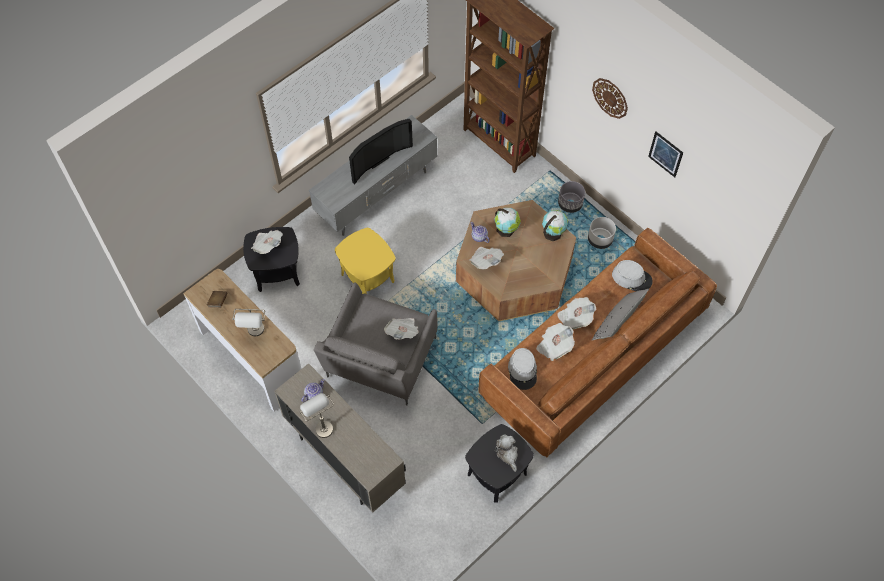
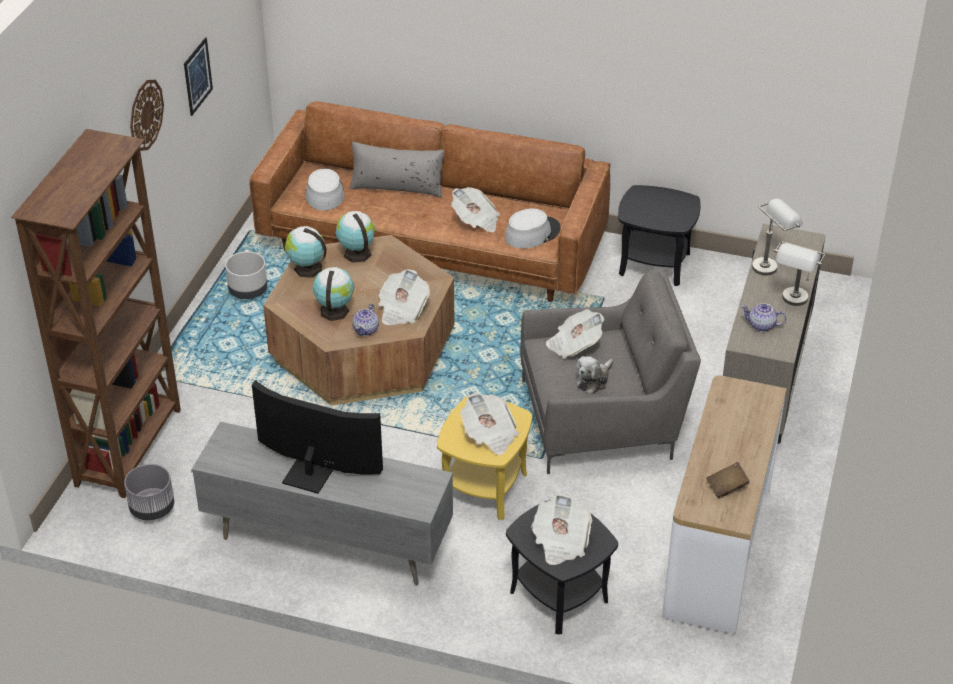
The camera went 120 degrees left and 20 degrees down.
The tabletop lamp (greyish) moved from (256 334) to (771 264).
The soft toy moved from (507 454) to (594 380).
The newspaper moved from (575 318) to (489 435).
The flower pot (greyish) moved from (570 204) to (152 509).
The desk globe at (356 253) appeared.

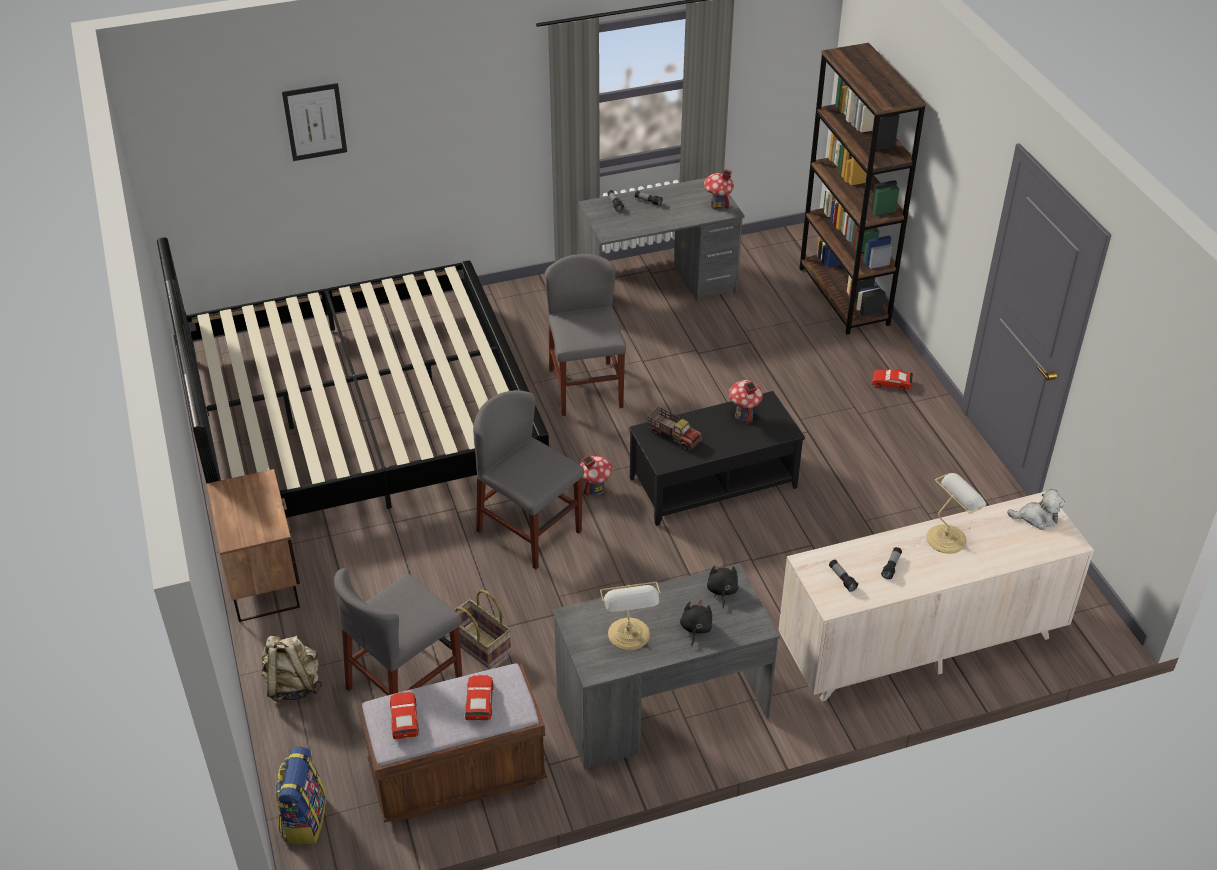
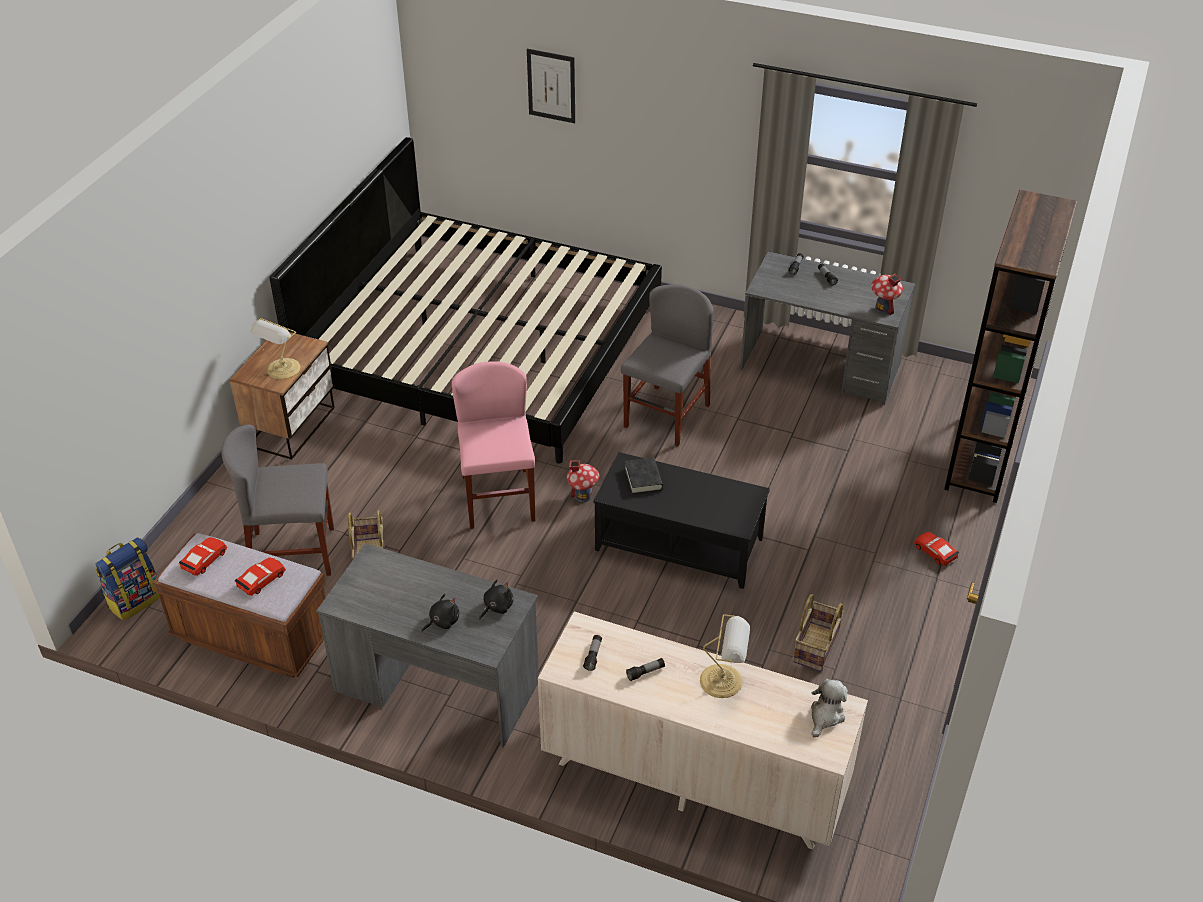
The camera went 40 degrees right and 0 degrees up.
The backpack (beige) at (293 684) disappeared.
The chair (greyish) at (529 531) became the chair (pinkish) at (498 498).
The tabletop lamp moved from (629 636) to (282 370).
The model truck at (674 436) was replaced by the book (blackish) at (643 478).
The toy house at (744 415) disappeared.
The soft toy at (1037 518) turned 105 degrees counterclockwise.
The storage basket at (816 647) appeared.

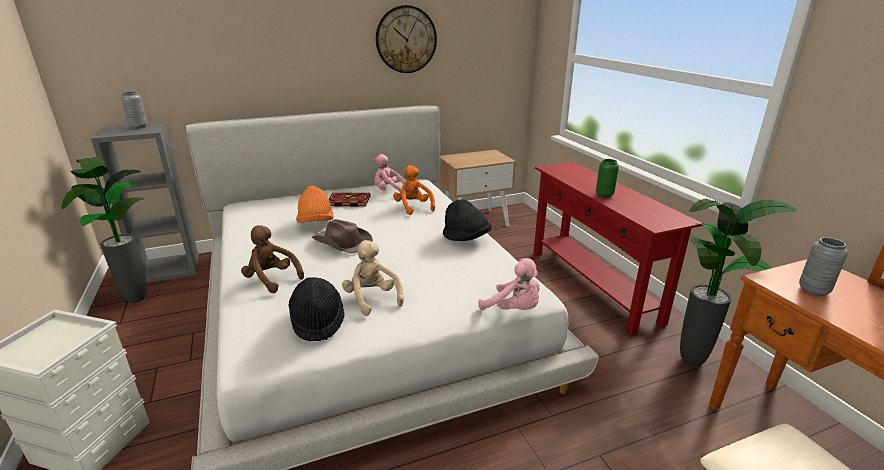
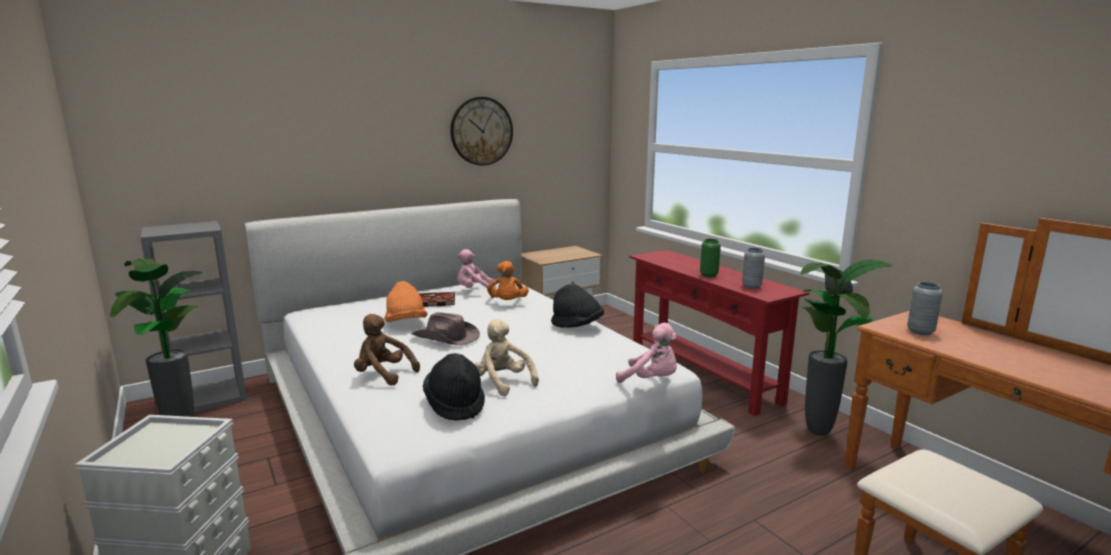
The camera went 10 degrees left and 10 degrees down.
The decorative vase (greyish) moved from (138 127) to (751 286).
The soft toy (orange) at (413 207) turned 150 degrees counterclockwise.

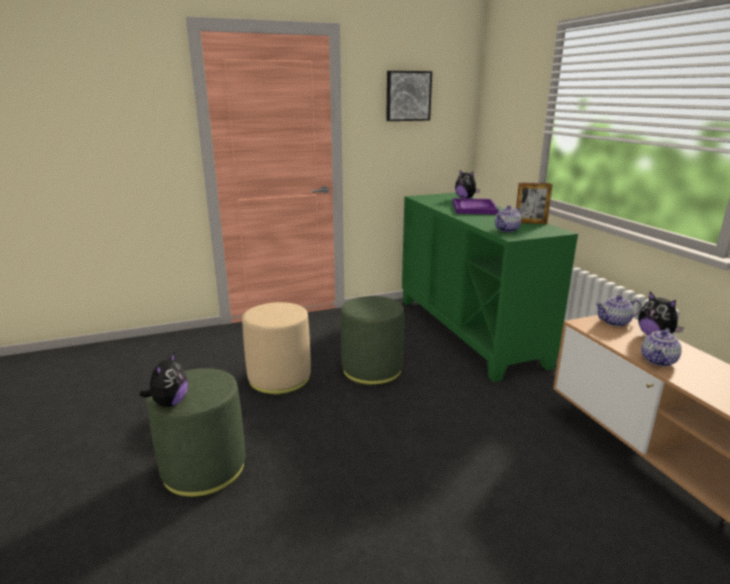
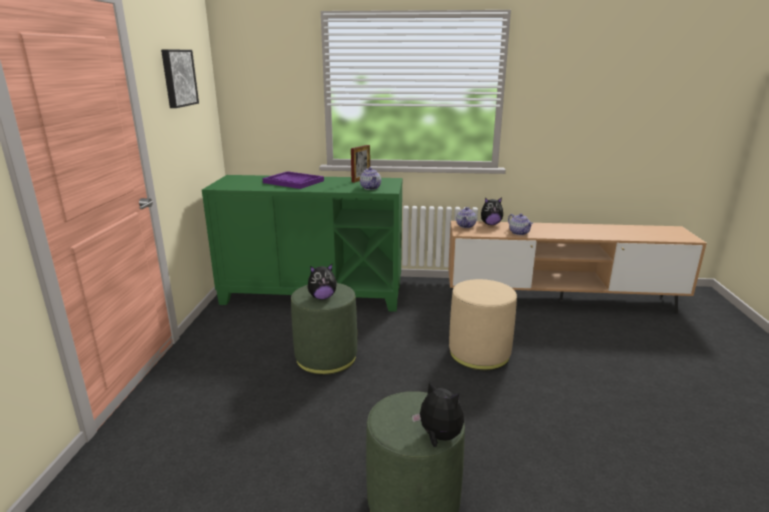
The camera went 65 degrees left and 0 degrees up.
The ottoman (beige) moved from (279 378) to (479 353).
The soft toy moved from (465 198) to (322 297).

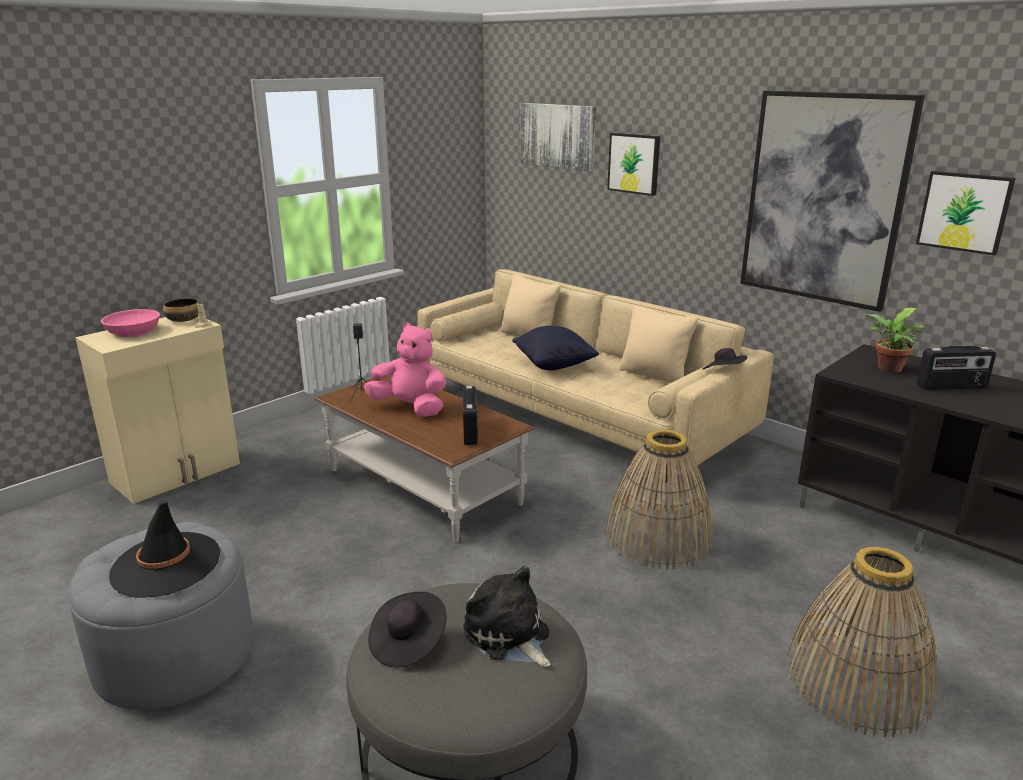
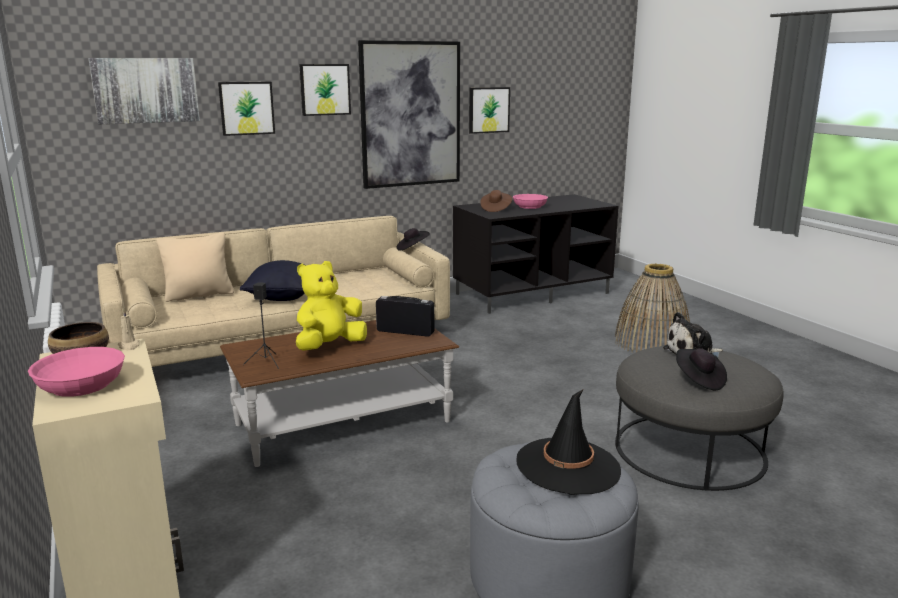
The camera went 70 degrees left and 5 degrees down.
The soft toy (pinkish) at (410 408) became the soft toy (yellow-coloured) at (329 346).
The storage basket at (658 538) disappeared.
The throw pillow (beige) at (654 375) disappeared.
The potted plant at (887 369) was replaced by the hat (brown) at (495 209).
The radio at (951 387) was replaced by the serving bowl (pinkish) at (530 206).
The picture at (324 89) appeared.

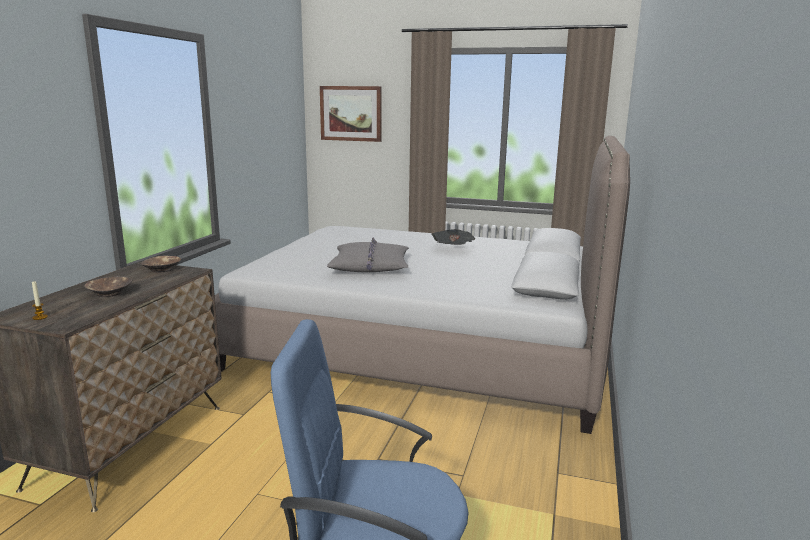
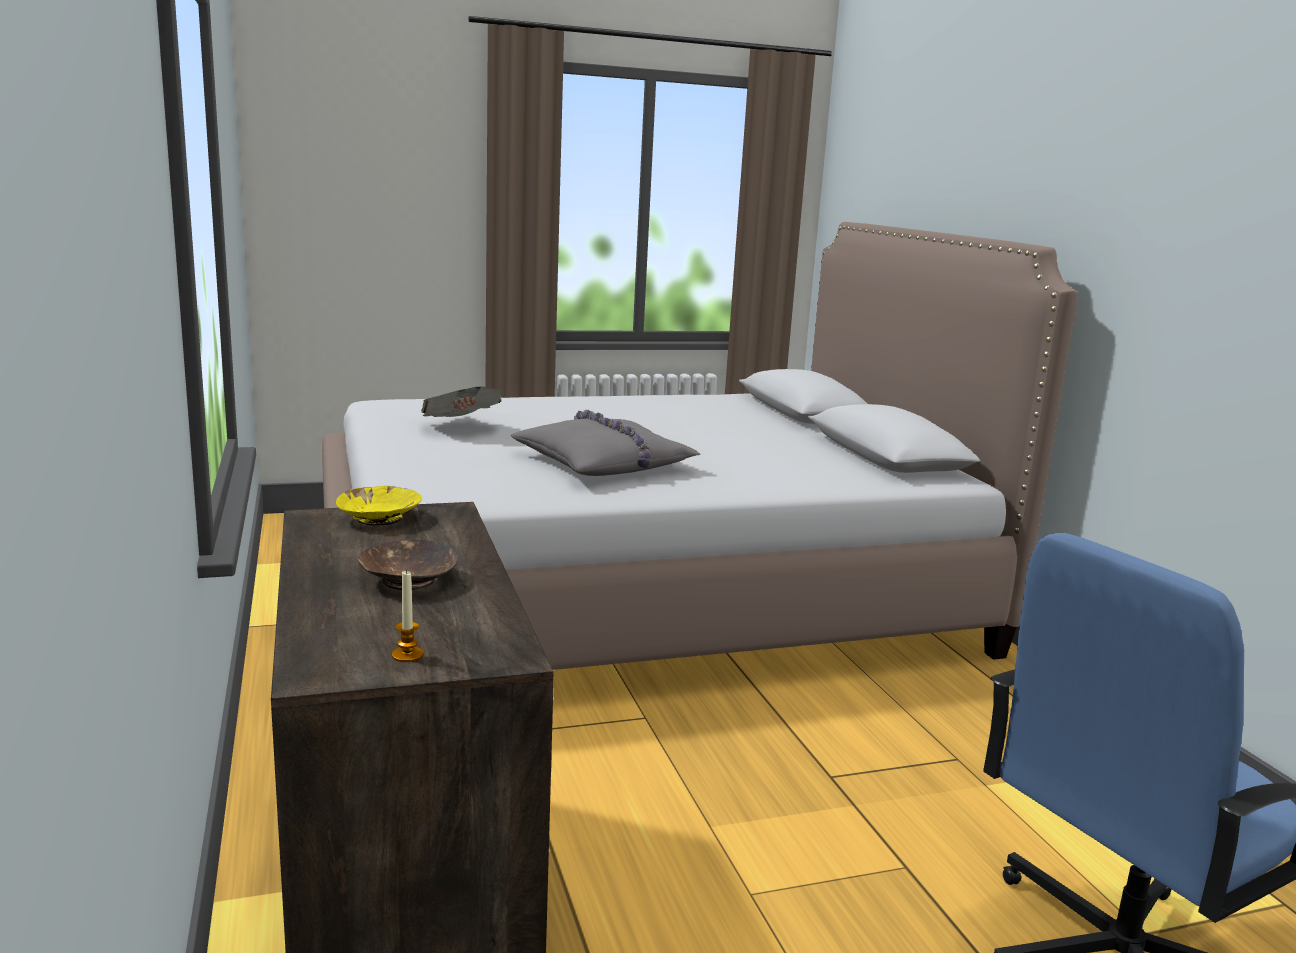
The camera went 35 degrees left and 0 degrees up.
The serving bowl (brown) at (162 269) became the serving bowl (yellow-coloured) at (380 518).
The picture at (351 113) disappeared.
The newspaper moved from (453 249) to (461 425).

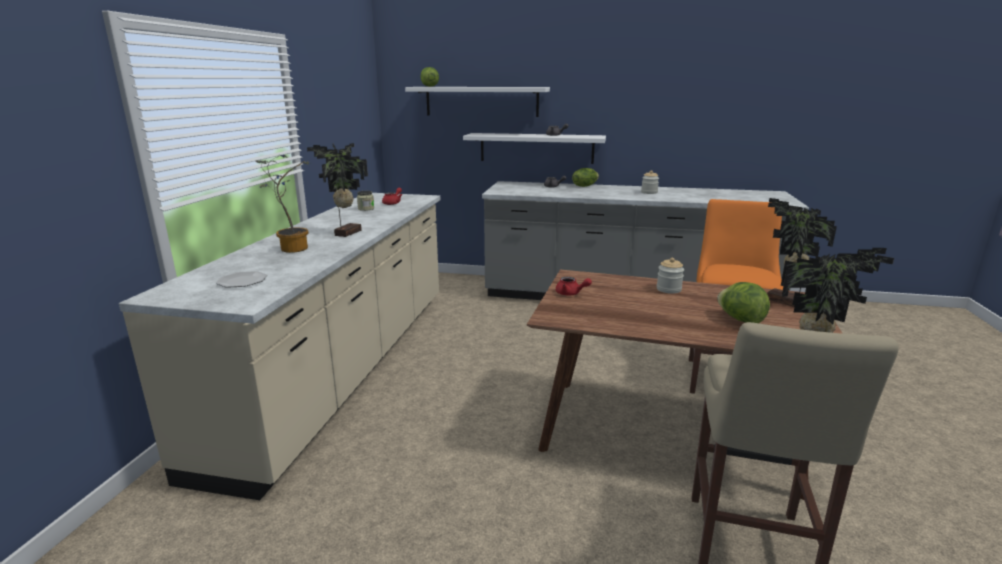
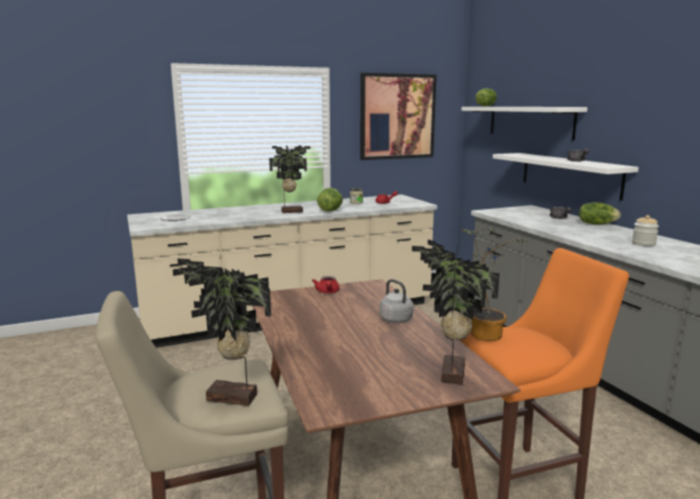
The camera went 55 degrees right and 5 degrees down.
The potted plant moved from (292 248) to (485 332).
The storage jar at (668 289) was replaced by the tea kettle (greyish) at (397 320).
The head of lettuce moved from (740 319) to (330 211).
The picture at (397 116) appeared.

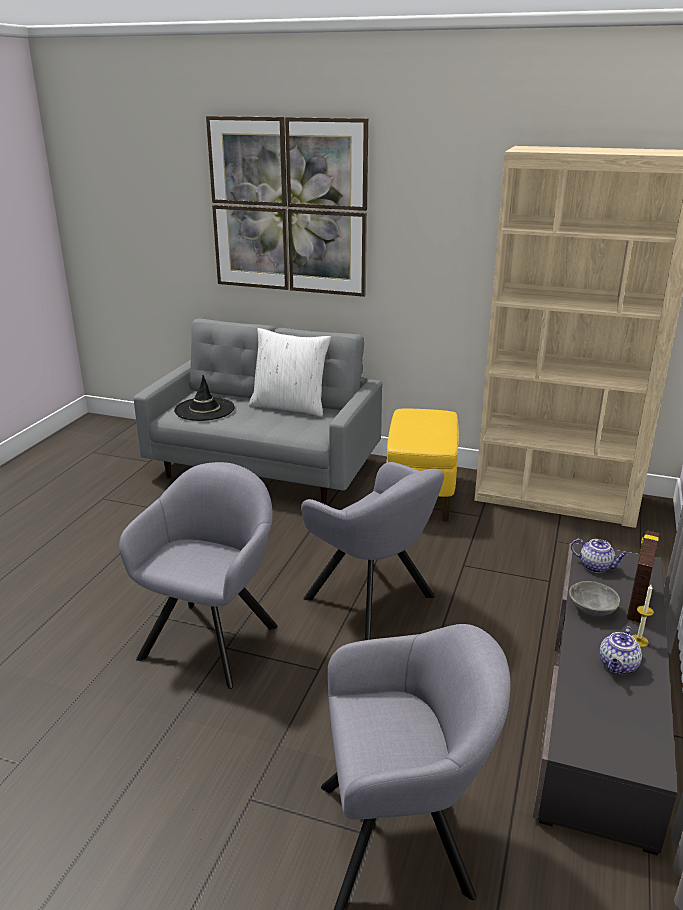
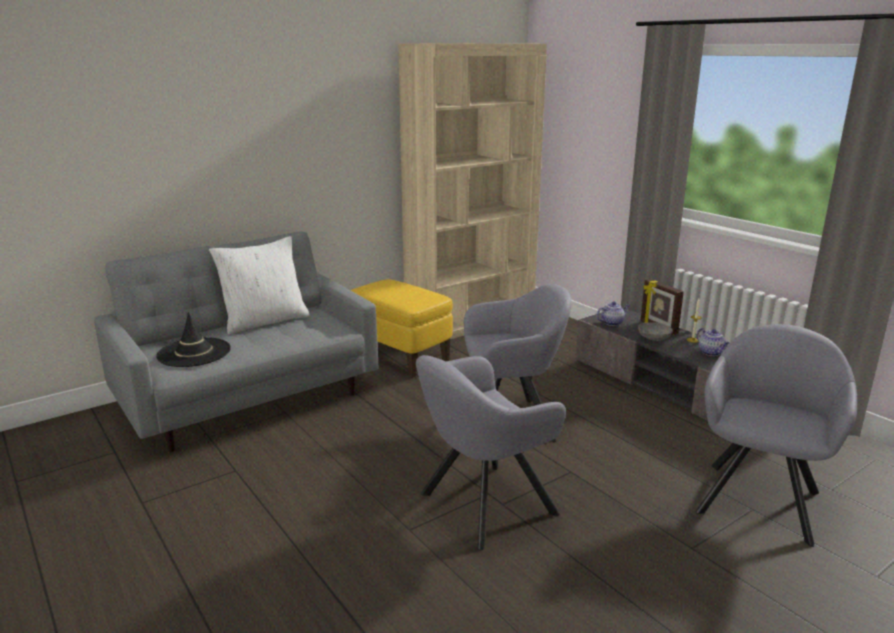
The camera went 55 degrees left and 5 degrees down.
The lounge chair (greyish) at (214 637) turned 90 degrees counterclockwise.
The picture at (288 207) disappeared.

